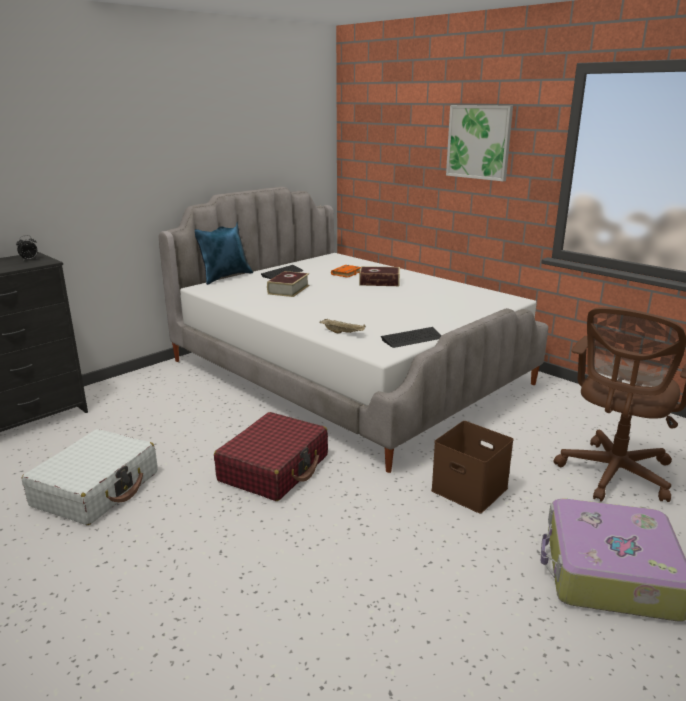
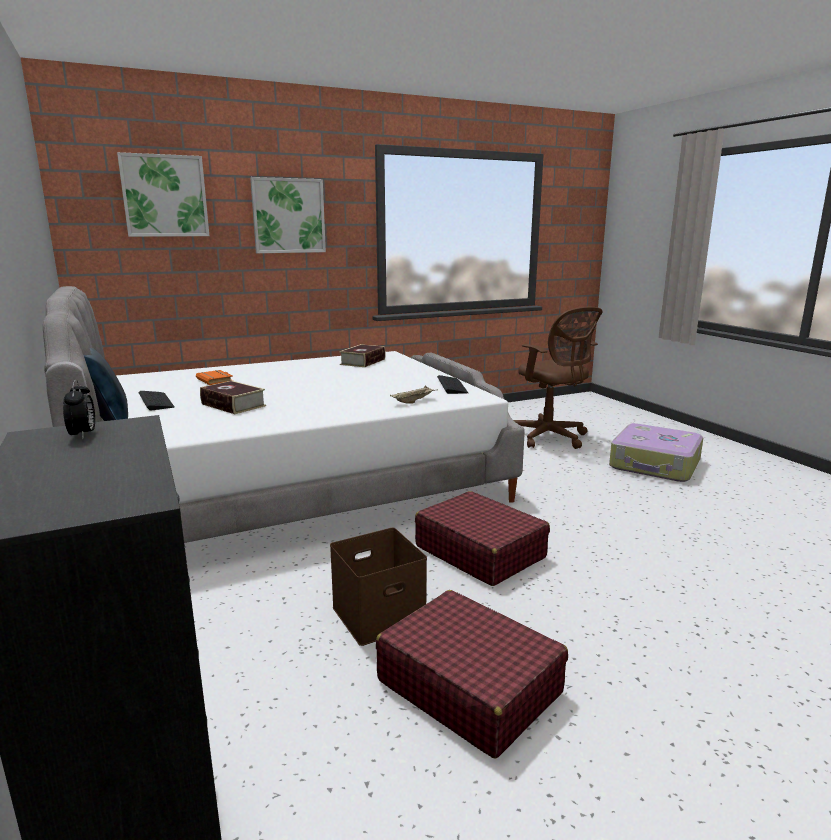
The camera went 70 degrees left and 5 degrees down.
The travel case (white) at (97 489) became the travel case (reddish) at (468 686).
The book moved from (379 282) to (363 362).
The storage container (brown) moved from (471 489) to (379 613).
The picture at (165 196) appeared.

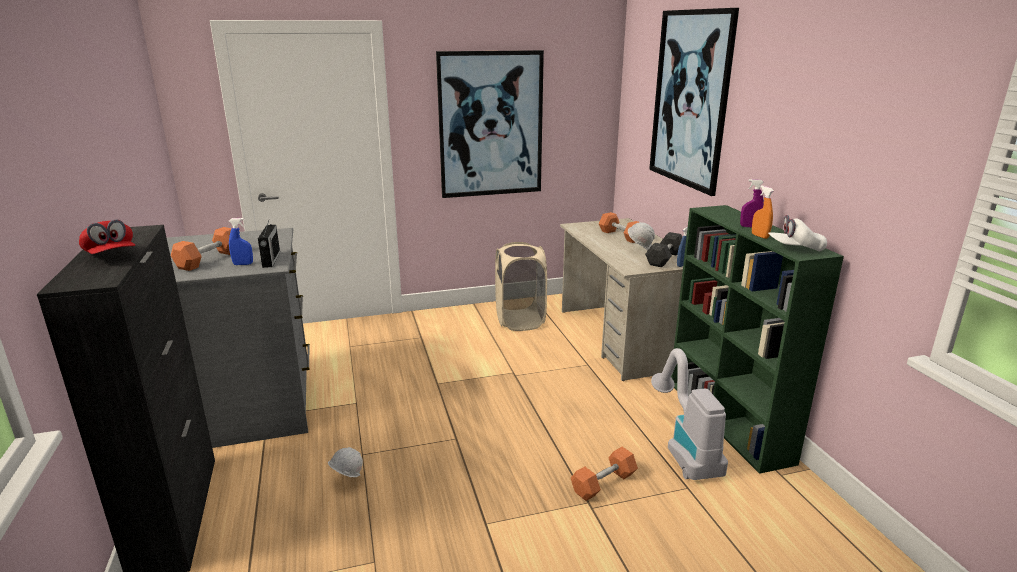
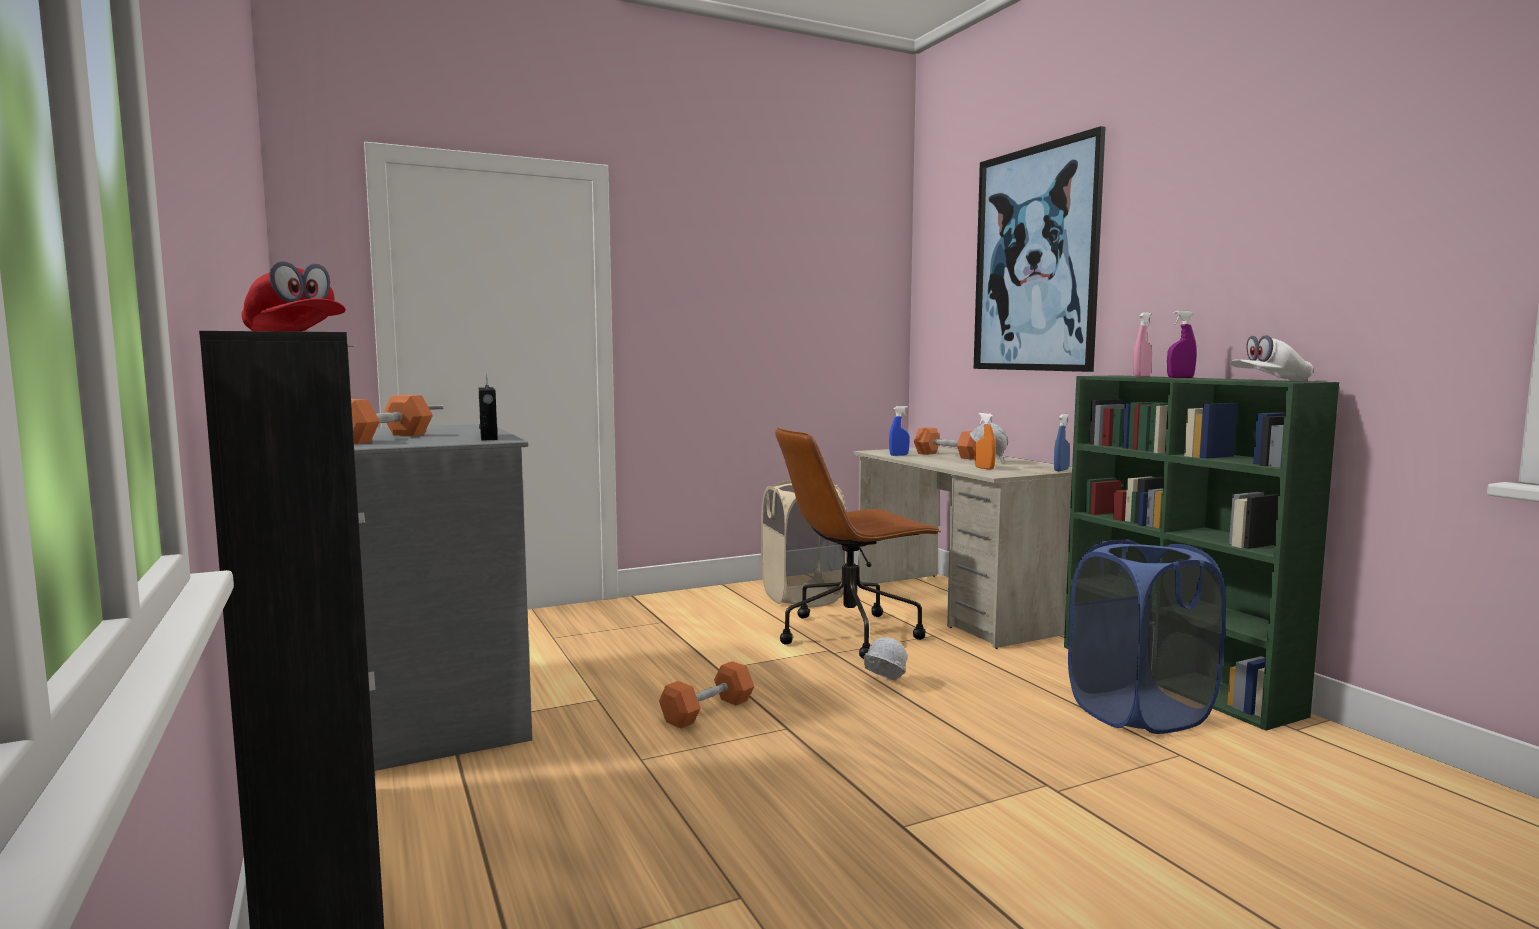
The camera went 10 degrees left and 15 degrees down.
The spray bottle (blue) moved from (243 264) to (899 455).
The work helmet (white) moved from (346 480) to (883 685).
The picture at (491 125) disappeared.
The free weight (orange) moved from (603 483) to (707 711).
The free weight (greyish) at (664 258) disappeared.
The hoover at (684 448) was replaced by the laundry basket (blue) at (1139 712).
The spray bottle (orange) moved from (759 236) to (984 468).
The office chair (brown) at (851 633) appeared.
The spray bottle (pinkish) at (1141 376) appeared.

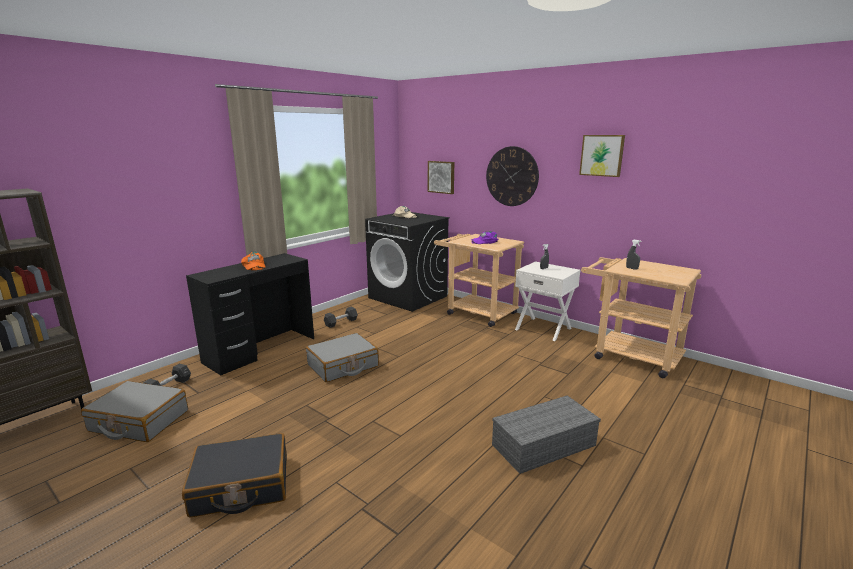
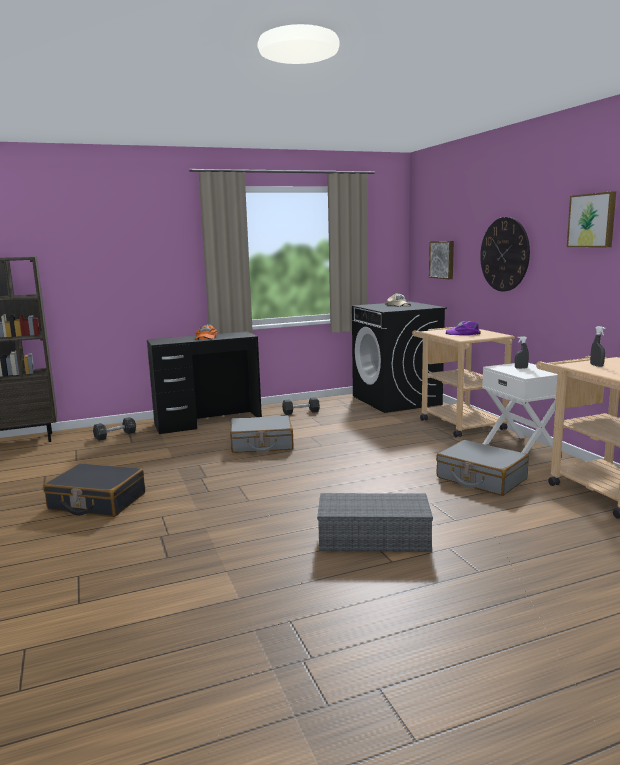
The camera went 30 degrees right and 5 degrees down.
The travel case (greyish) moved from (139 421) to (481 478).

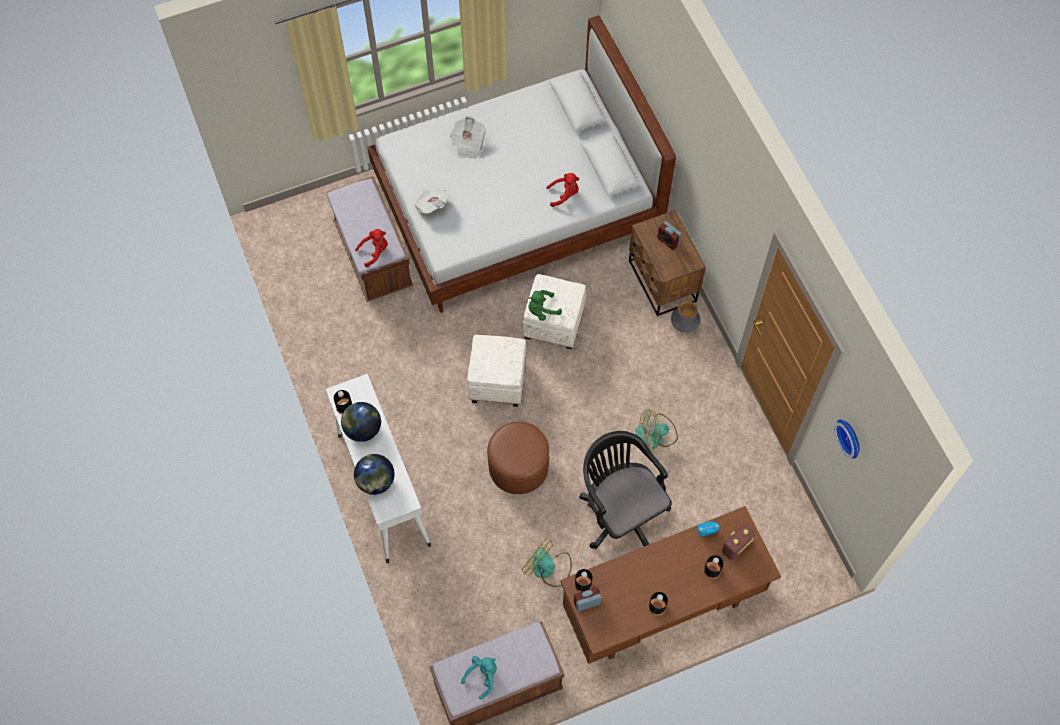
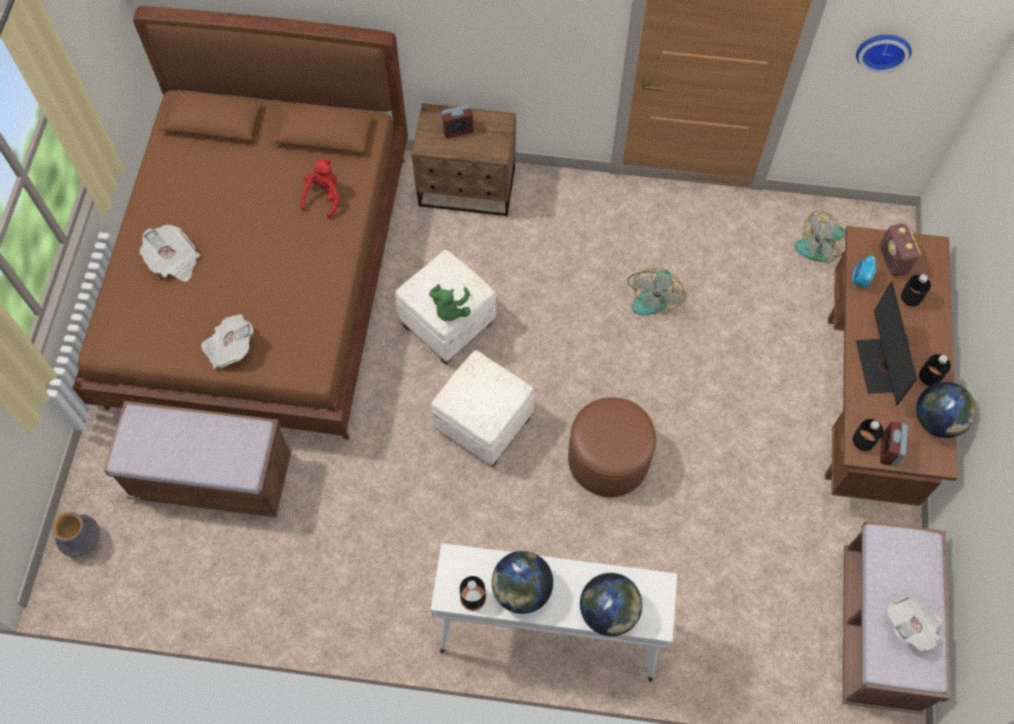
The camera went 60 degrees left and 0 degrees up.
The soft toy (reddish) at (375 251) disappeared.
The sleeping bed (white) at (517 206) became the sleeping bed (brown) at (264 281).
The soft toy (blue-green) at (483 676) was replaced by the newspaper at (911 626).
The fan moved from (548 568) to (821 247).
The office chair (blackish) at (620 511) disappeared.
The decorative vase moved from (684 325) to (84 542).
The computer display at (882 366) appeared.
The desk globe at (937 421) appeared.

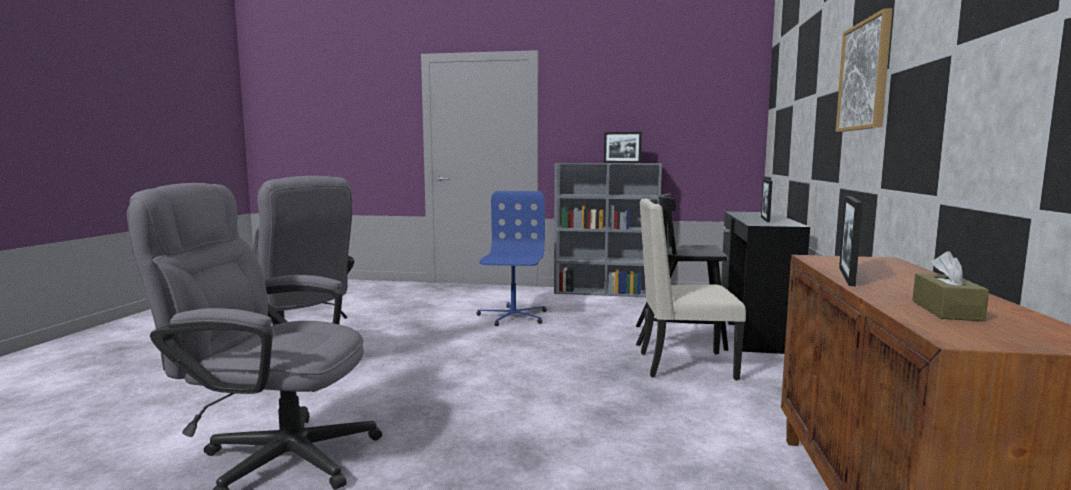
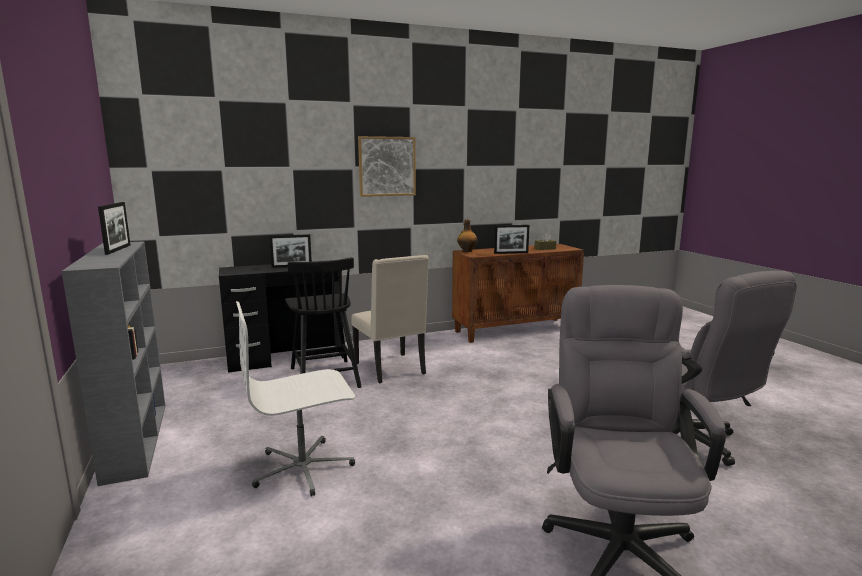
The camera went 120 degrees left and 5 degrees up.
The office chair (blue) at (512 316) became the office chair (white) at (303 468).
The beverage bottle at (467 251) appeared.

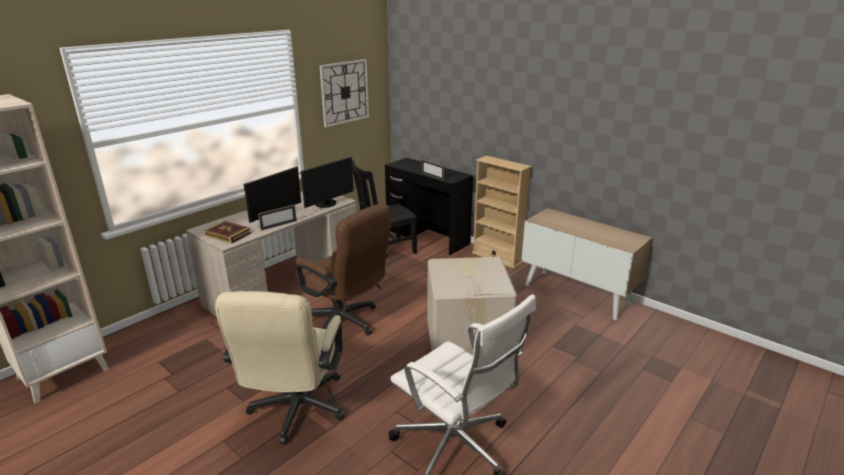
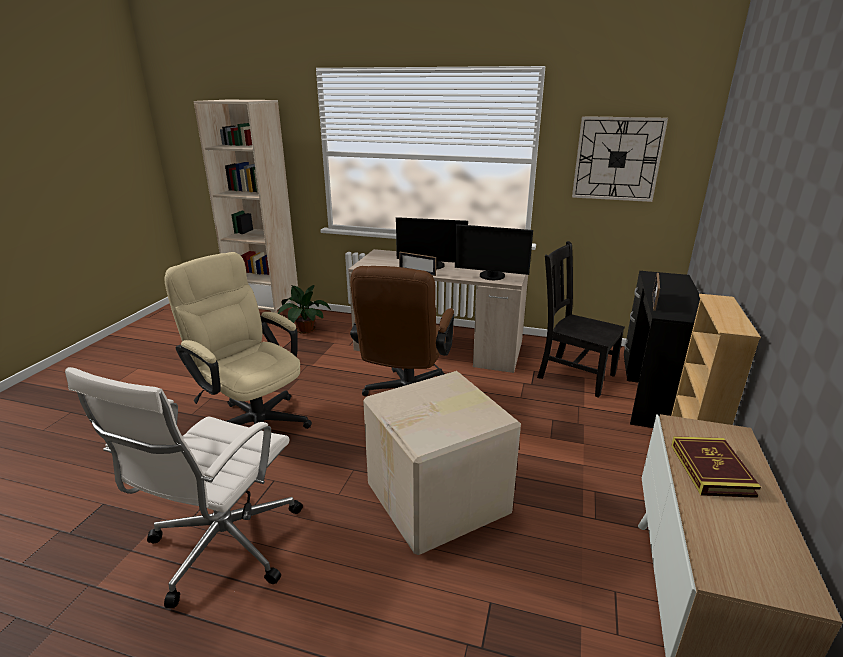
The camera went 65 degrees right and 0 degrees up.
The book moved from (227 234) to (711 470).
The office chair (beige) at (295 412) turned 60 degrees clockwise.
The potted plant at (304 329) appeared.

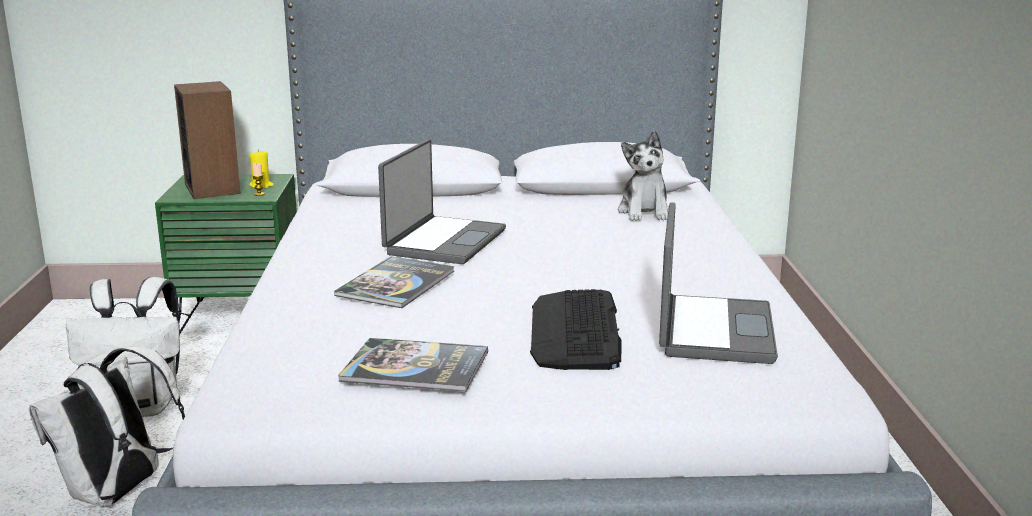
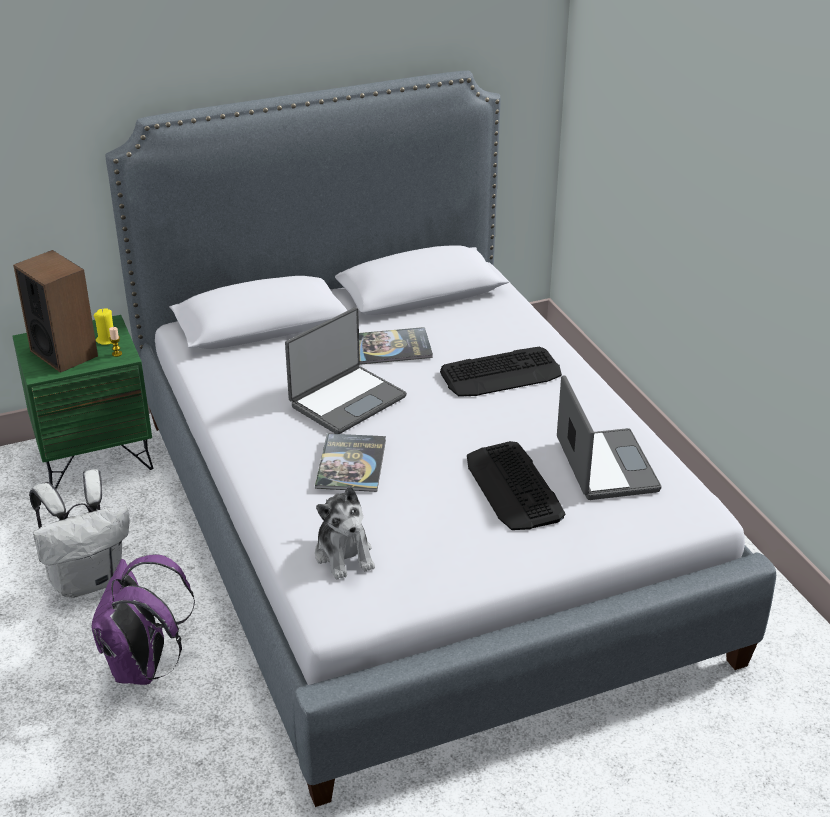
The camera went 20 degrees left and 15 degrees up.
The backpack (white) at (117 493) became the backpack (purple) at (144 668).
The book moved from (415 367) to (392 347).
The notebook computer at (443 242) turned 45 degrees clockwise.
The soft toy moved from (644 212) to (344 555).
The keyboard at (501 374) appeared.

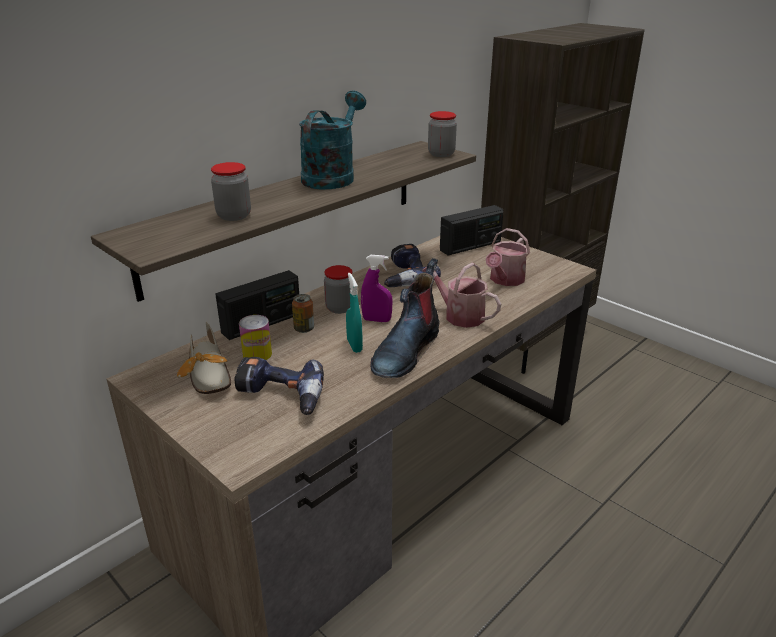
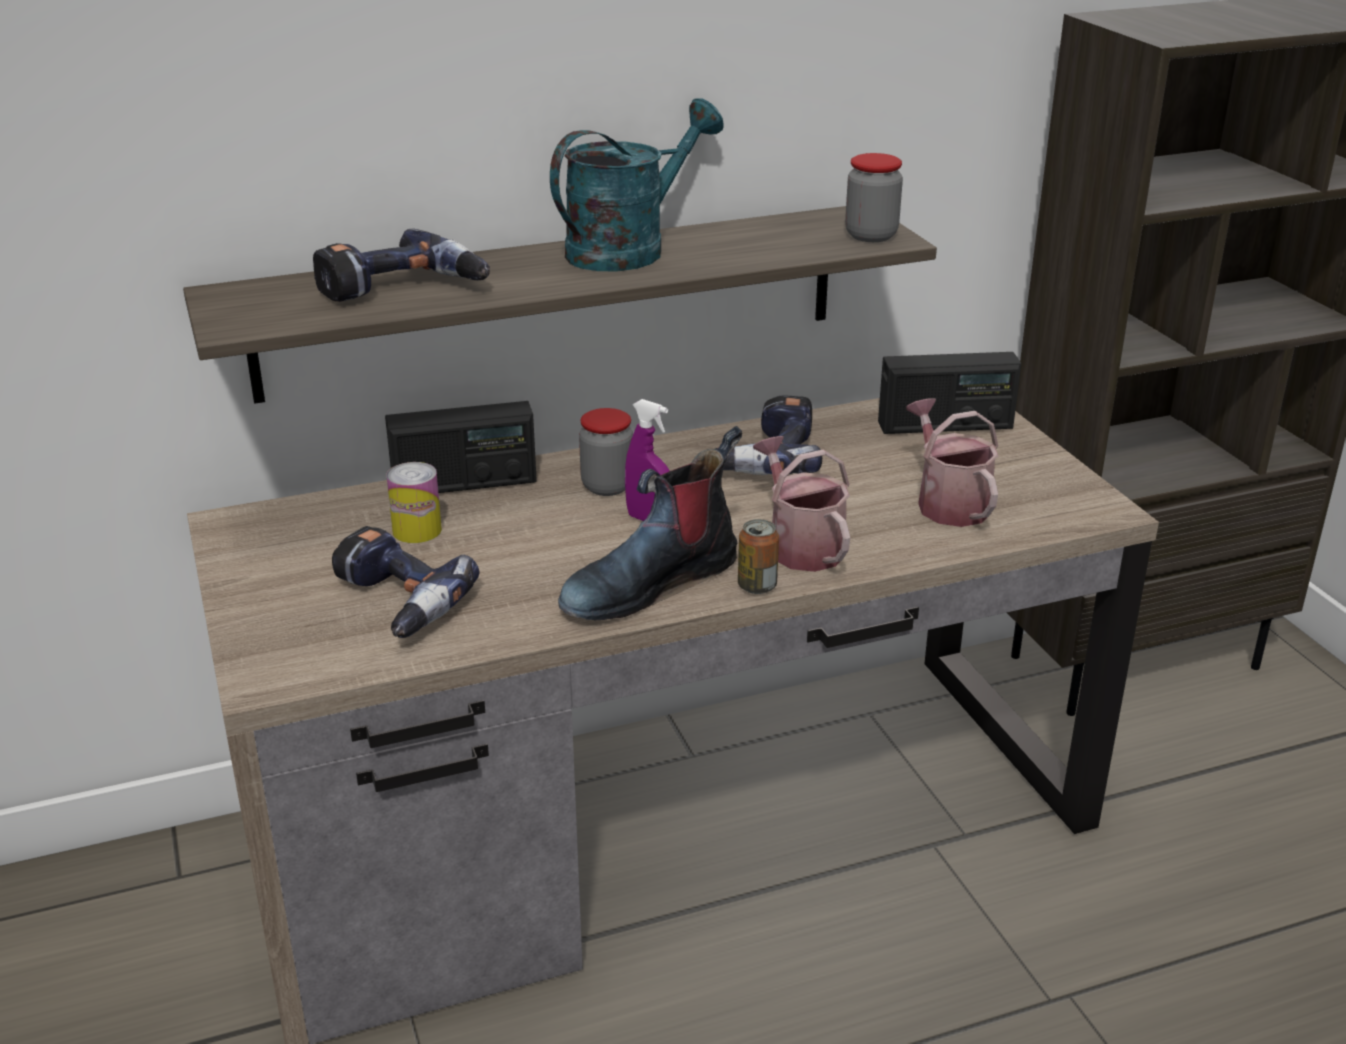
The camera went 25 degrees right and 0 degrees up.
The shoe at (209 375) disappeared.
The storage jar at (234 216) was replaced by the drill at (402 292).
The metal can moved from (304 329) to (757 586).
The spray bottle (blue-green) at (354 346) disappeared.
The watering can at (505 280) turned 105 degrees clockwise.

